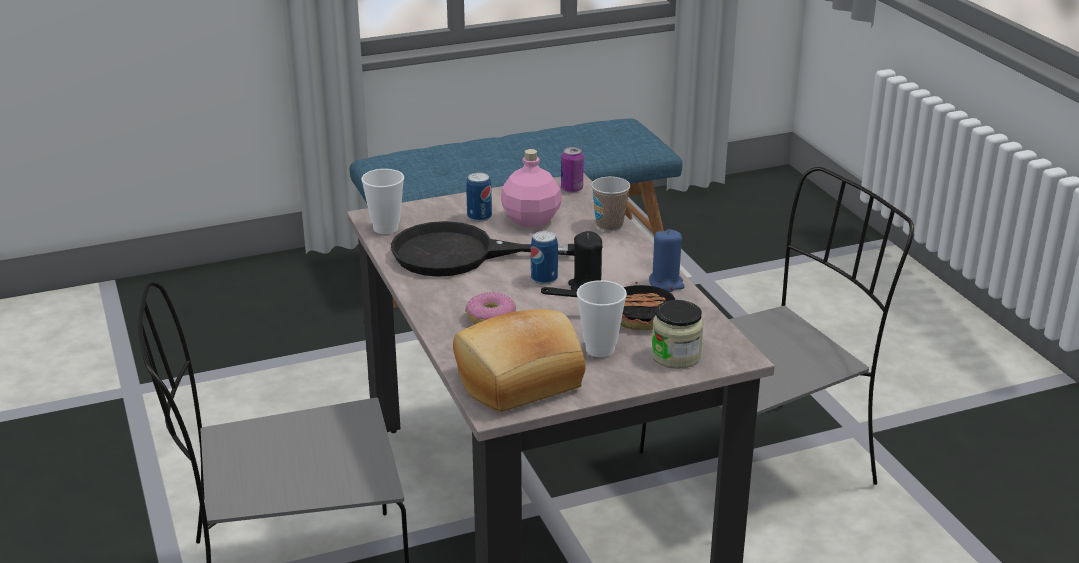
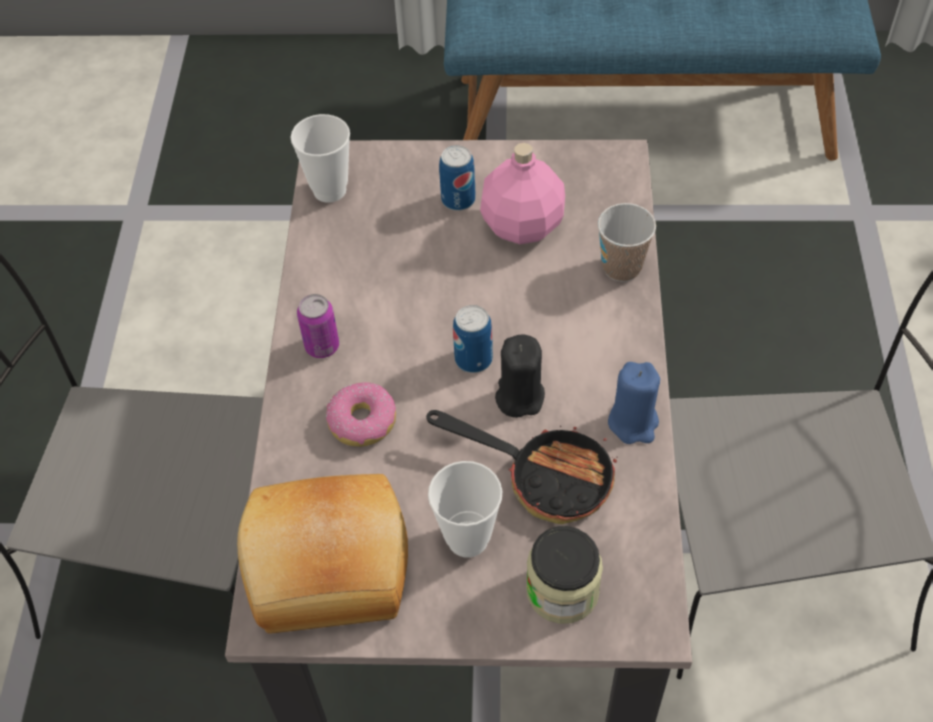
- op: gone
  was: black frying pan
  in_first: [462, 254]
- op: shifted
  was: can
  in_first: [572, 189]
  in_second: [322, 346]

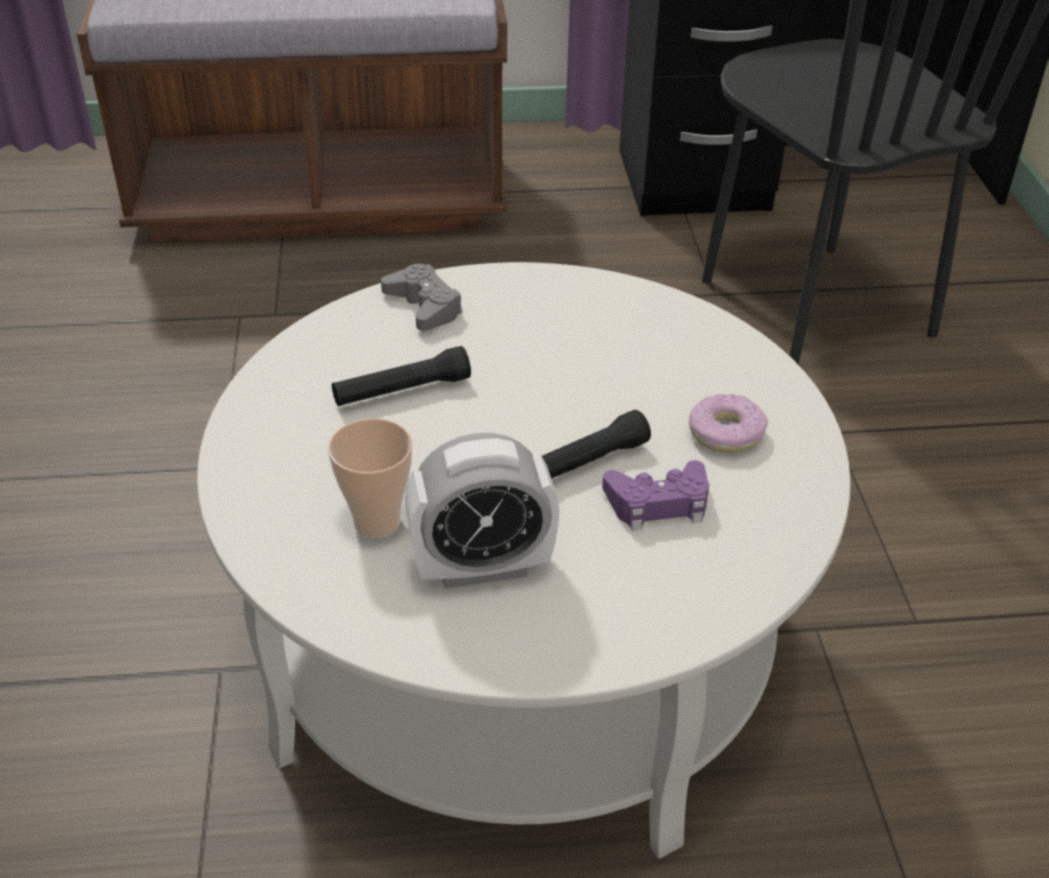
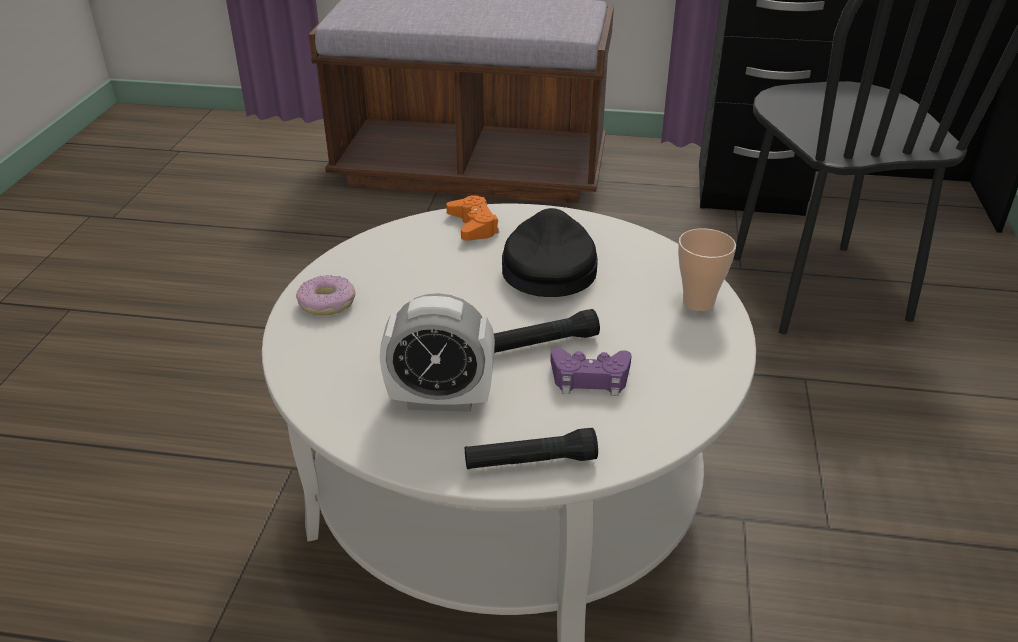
- op: new
  now: black cap
  in_second: [548, 267]
- op: shifted
  was: cup
  in_first: [377, 522]
  in_second: [698, 302]
- op: shifted
  was: black flashlight
  in_first: [402, 391]
  in_second: [530, 462]
- op: shifted
  was: donut
  in_first: [725, 433]
  in_second: [327, 303]
- op: repainted
  was: grey game controller
  now: orange game controller
  in_first: [424, 306]
  in_second: [473, 226]

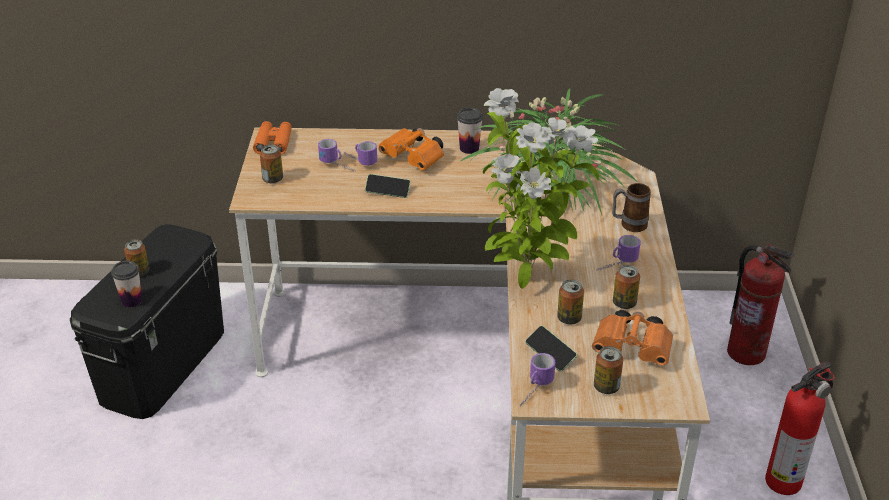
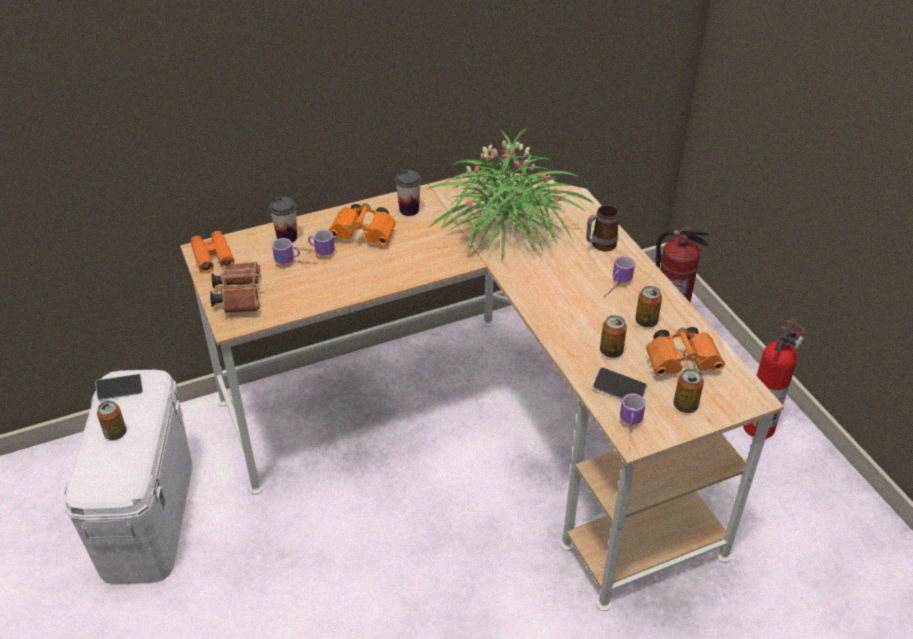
- op: gone
  was: potted plant
  in_first: [527, 280]
- op: shifted
  was: cup
  in_first: [131, 301]
  in_second: [287, 237]
- op: shifted
  was: phone
  in_first: [387, 191]
  in_second: [120, 391]
- op: swapped
  was: can
  now: brown binoculars
  in_first: [273, 179]
  in_second: [239, 296]
- op: repainted
  was: black storage box
  now: white storage box
  in_first: [163, 363]
  in_second: [148, 515]

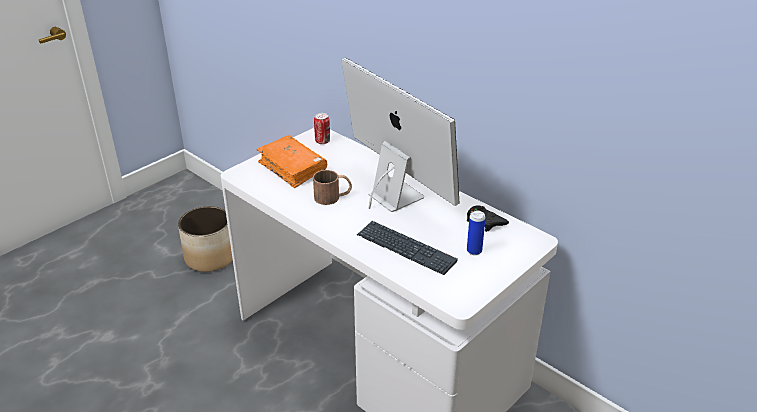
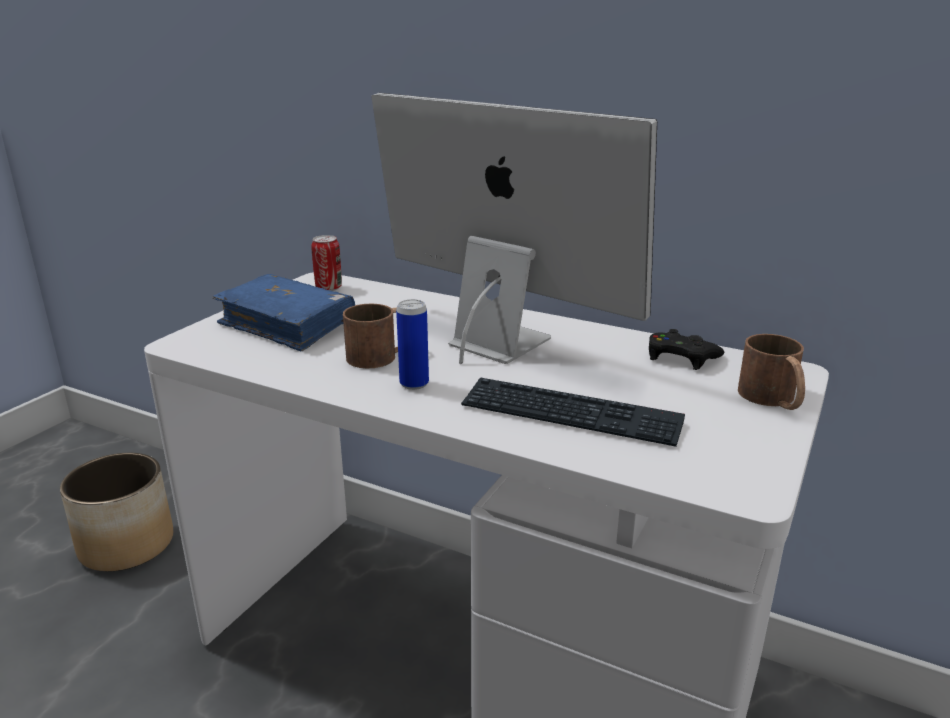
- op: new
  now: brown mug
  in_second: [773, 400]
- op: shifted
  was: can
  in_first: [474, 251]
  in_second: [414, 384]
- op: repainted
  was: orange book
  now: blue book
  in_first: [292, 168]
  in_second: [287, 325]

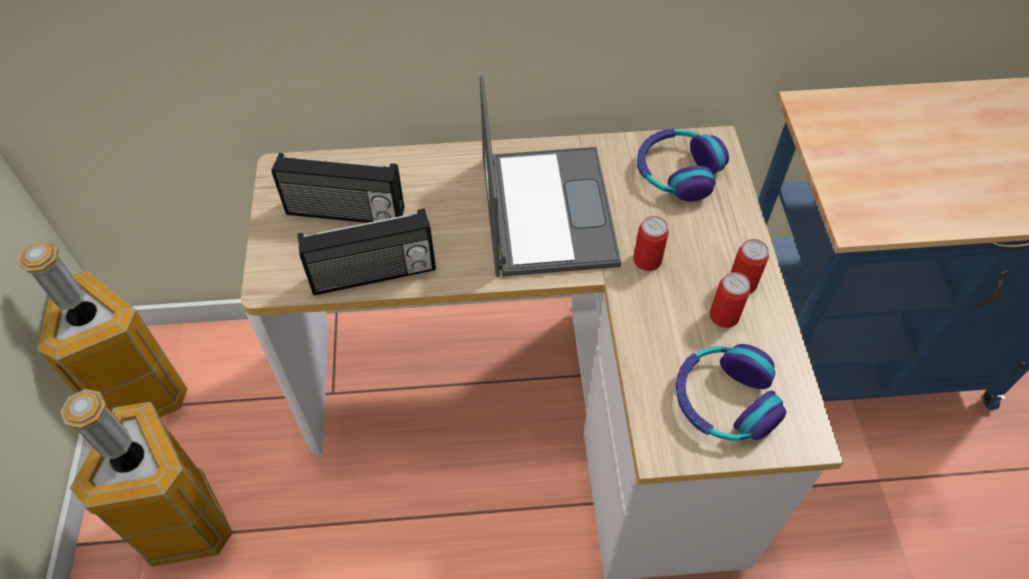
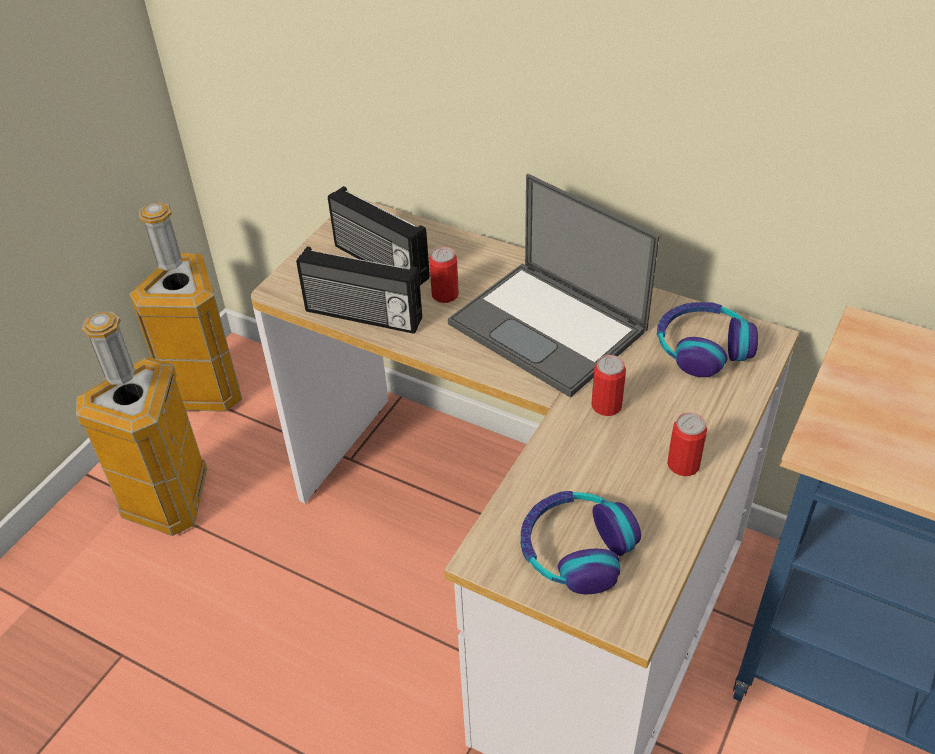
- op: shifted
  was: can
  in_first: [724, 316]
  in_second: [445, 295]
- op: rotated
  was: laptop
  in_first: [547, 209]
  in_second: [550, 327]
  clockwise: 105

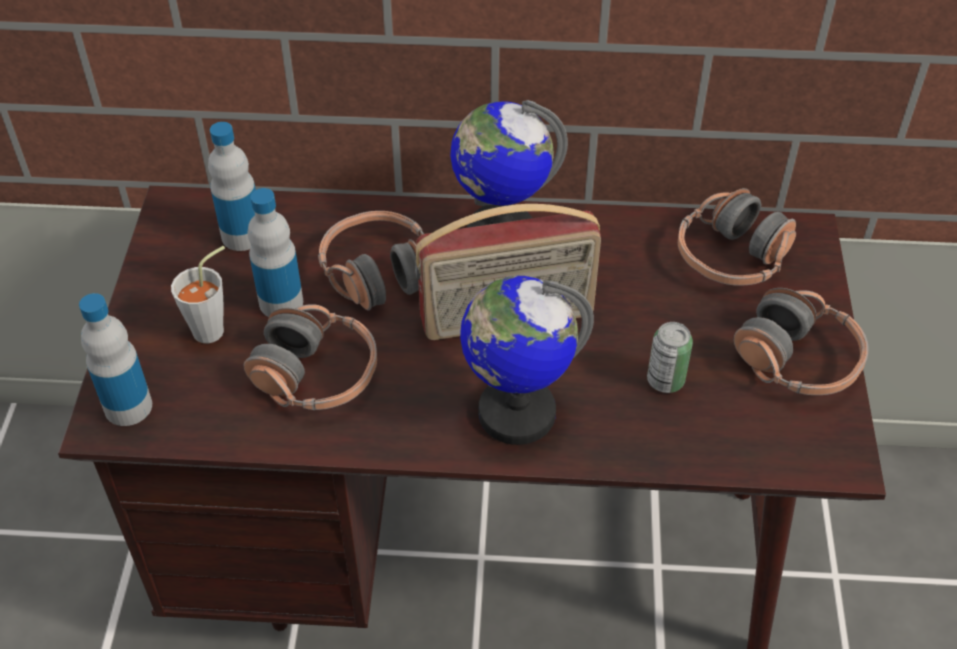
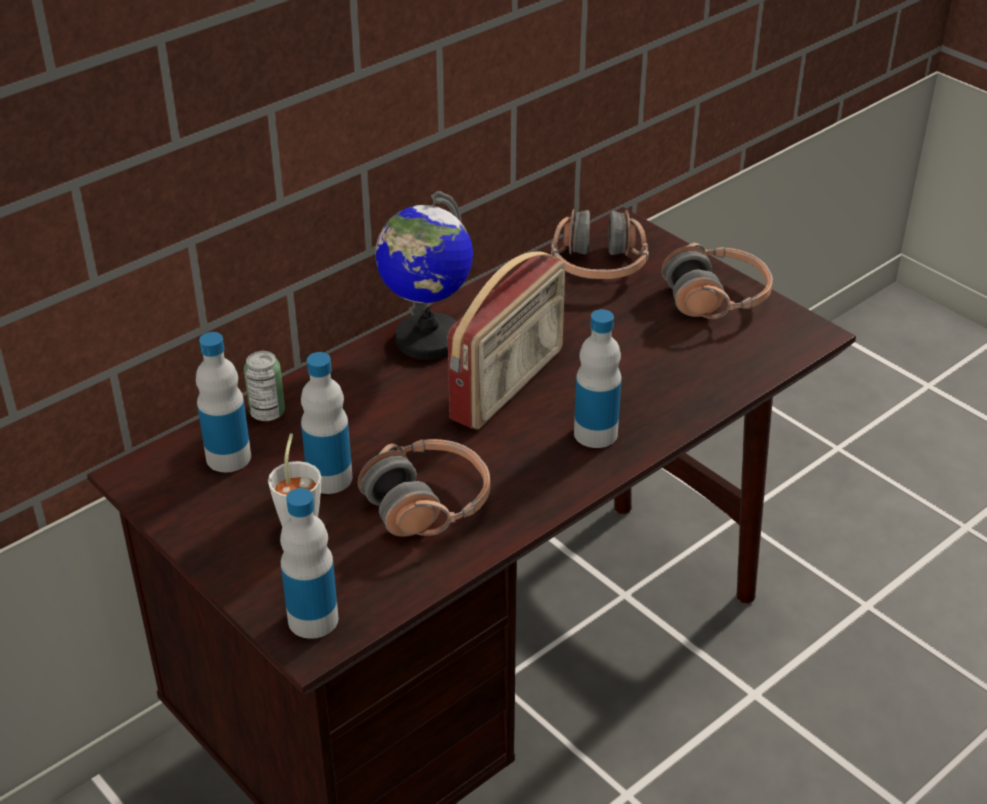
- op: gone
  was: headphones
  in_first: [378, 272]
- op: shifted
  was: can
  in_first: [665, 380]
  in_second: [267, 412]
- op: swapped
  was: globe
  now: bottle
  in_first: [515, 412]
  in_second: [595, 433]

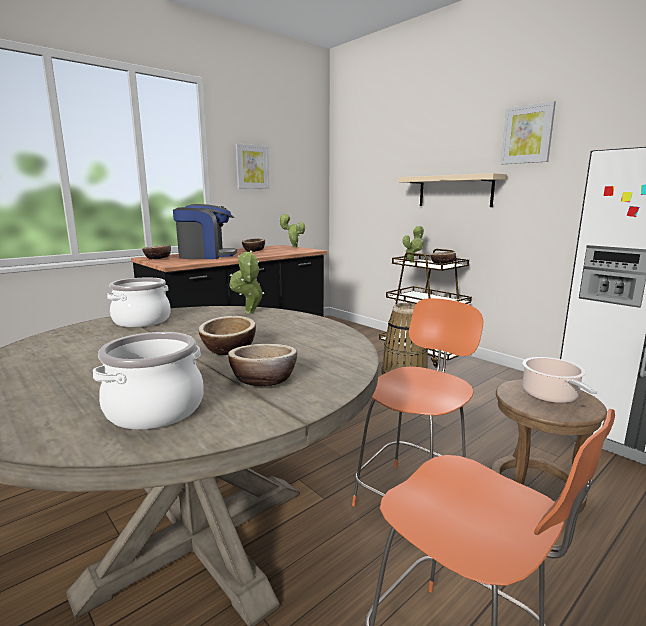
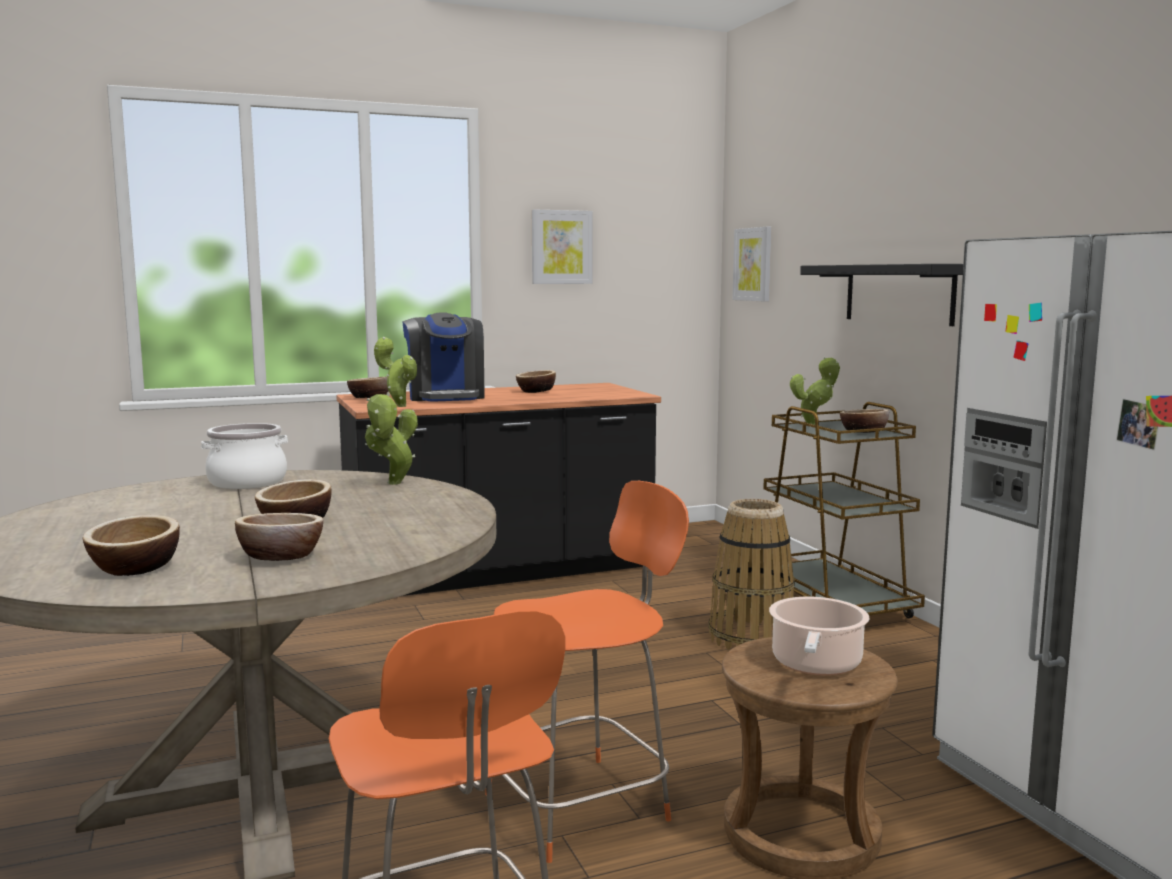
- op: shifted
  was: potted plant
  in_first: [293, 247]
  in_second: [398, 406]
- op: shifted
  was: picture
  in_first: [527, 134]
  in_second: [753, 264]
- op: swapped
  was: cooking pot
  now: bowl
  in_first: [155, 409]
  in_second: [135, 567]
- op: repainted
  was: beige shelf
  now: black shelf
  in_first: [455, 191]
  in_second: [898, 293]
- op: rotated
  was: coffee machine
  in_first: [206, 256]
  in_second: [446, 397]
  clockwise: 60

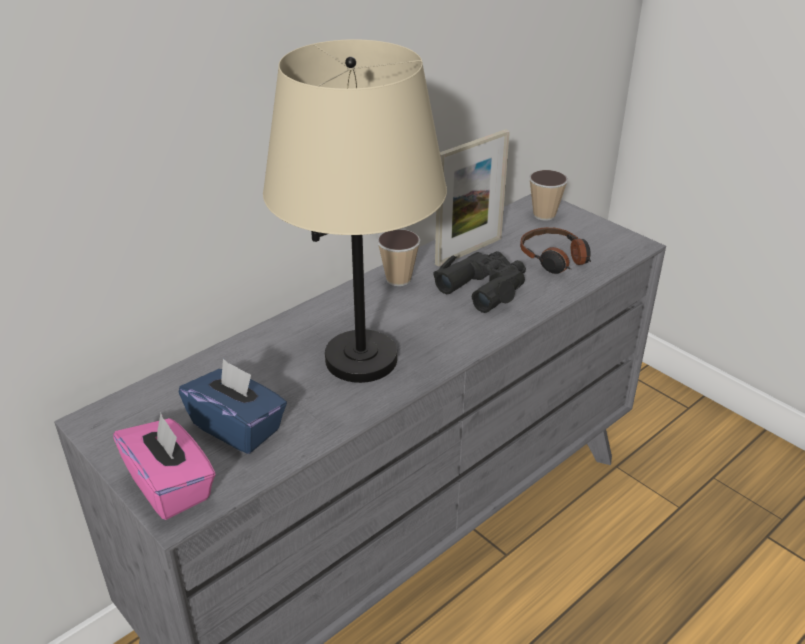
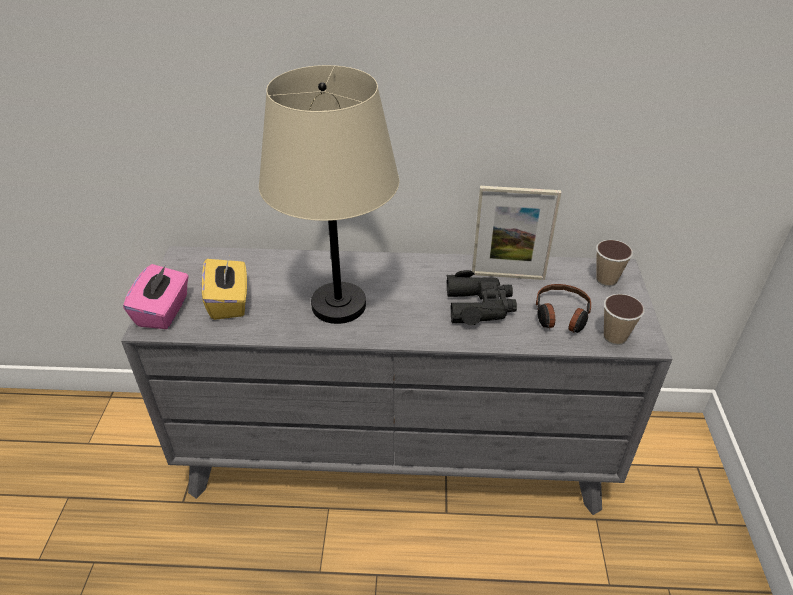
- op: shifted
  was: cup
  in_first: [398, 279]
  in_second: [614, 337]
- op: repainted
  was: blue tissue box
  now: yellow tissue box
  in_first: [238, 427]
  in_second: [229, 302]

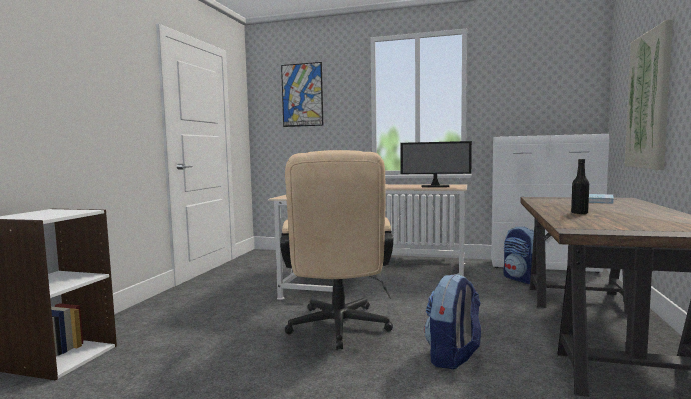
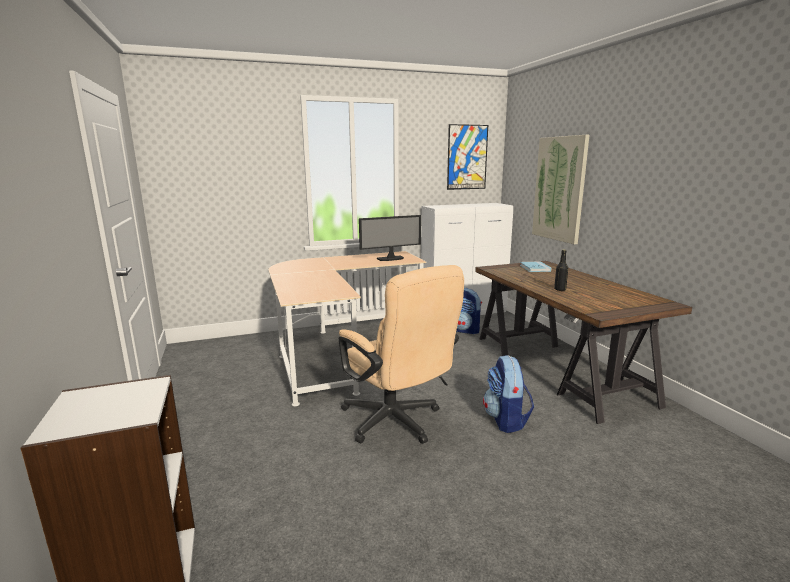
- op: shifted
  was: picture
  in_first: [302, 95]
  in_second: [467, 157]

